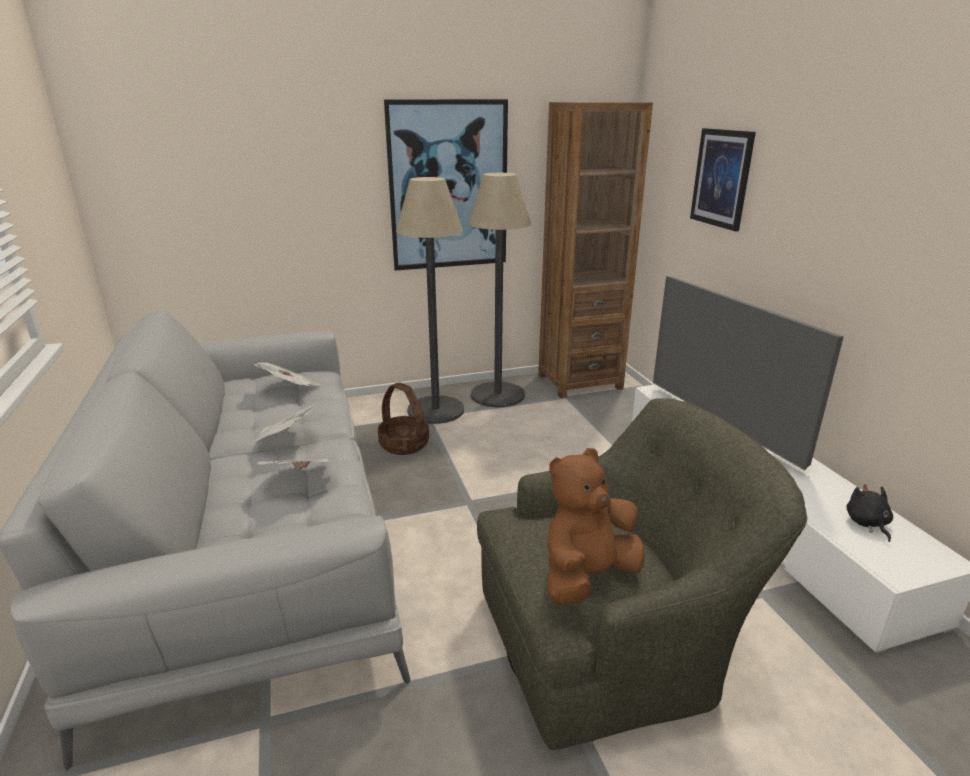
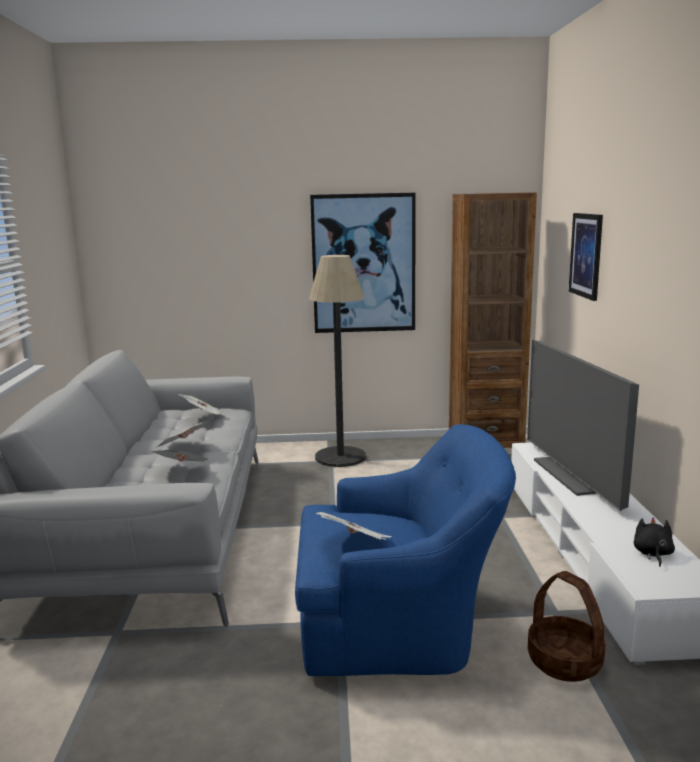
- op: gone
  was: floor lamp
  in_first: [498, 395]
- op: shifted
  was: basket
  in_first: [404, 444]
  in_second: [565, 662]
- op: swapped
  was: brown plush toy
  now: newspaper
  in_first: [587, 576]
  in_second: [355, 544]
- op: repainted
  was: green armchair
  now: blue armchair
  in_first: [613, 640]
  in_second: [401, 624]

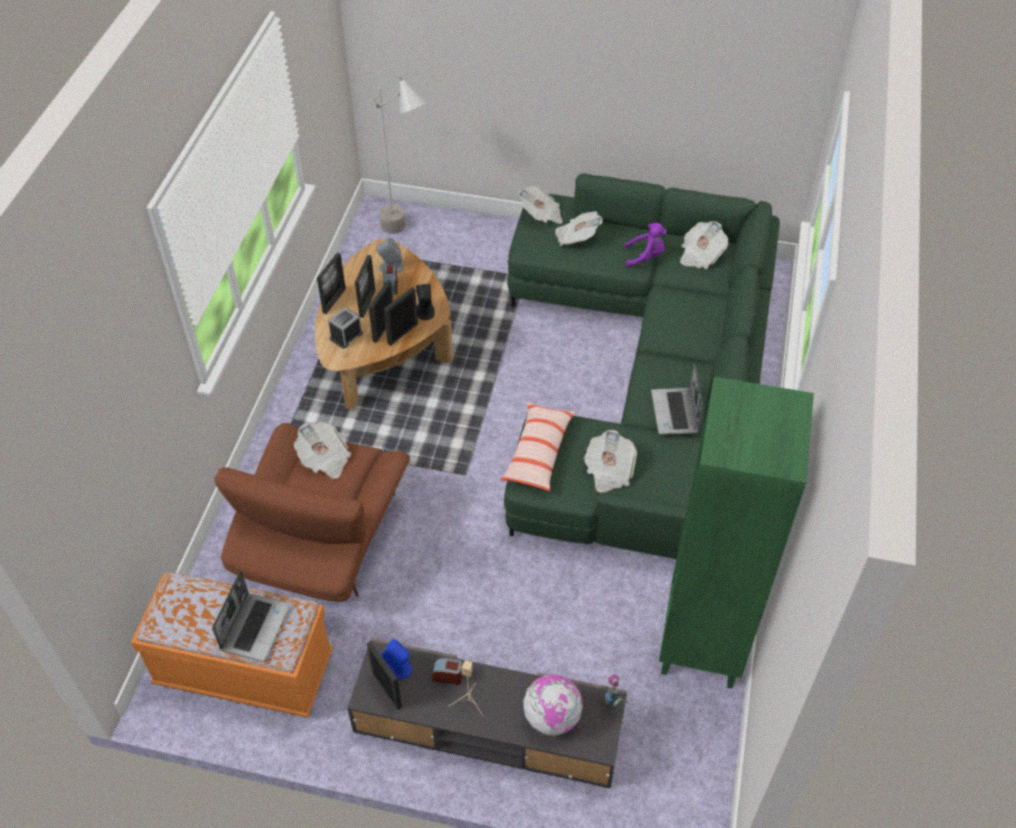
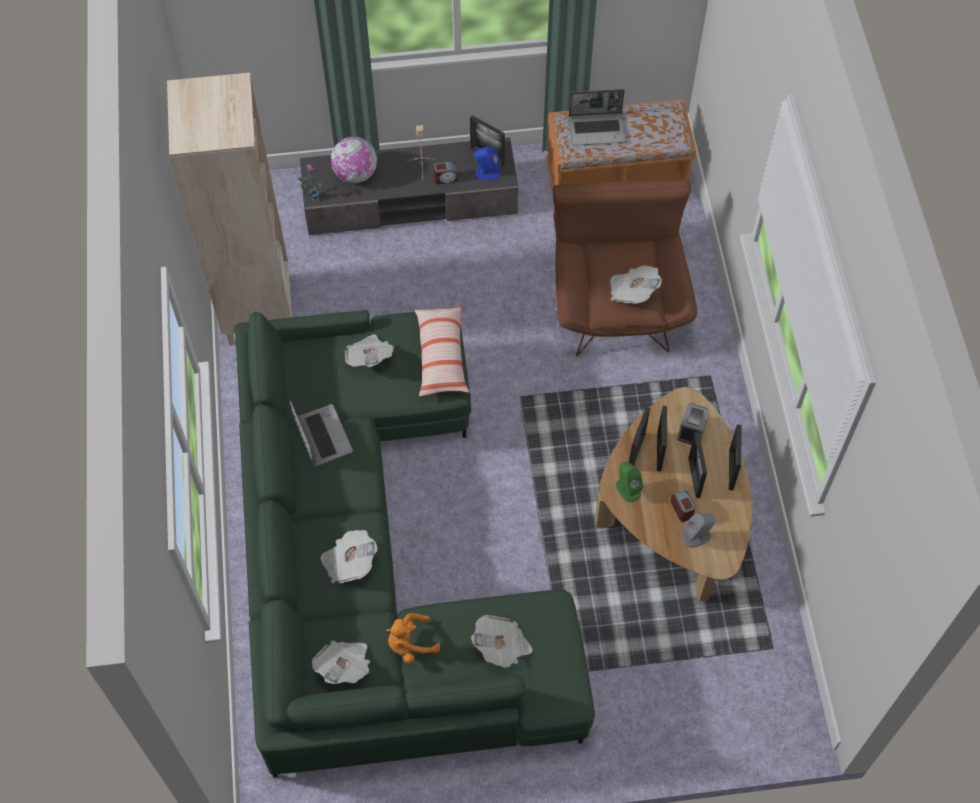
- op: gone
  was: grey floor lamp
  in_first: [407, 235]
- op: shifted
  was: newspaper
  in_first: [541, 215]
  in_second: [349, 562]
- op: repainted
  was: black speaker
  now: green speaker
  in_first: [425, 311]
  in_second: [627, 488]
- op: repainted
  was: purple plush toy
  now: orange plush toy
  in_first: [645, 257]
  in_second: [410, 644]
- op: repainted
  was: green bookcase
  now: beige bookcase
  in_first: [702, 644]
  in_second: [257, 310]
- op: rotated
  was: laptop
  in_first: [255, 626]
  in_second: [597, 129]
  clockwise: -90

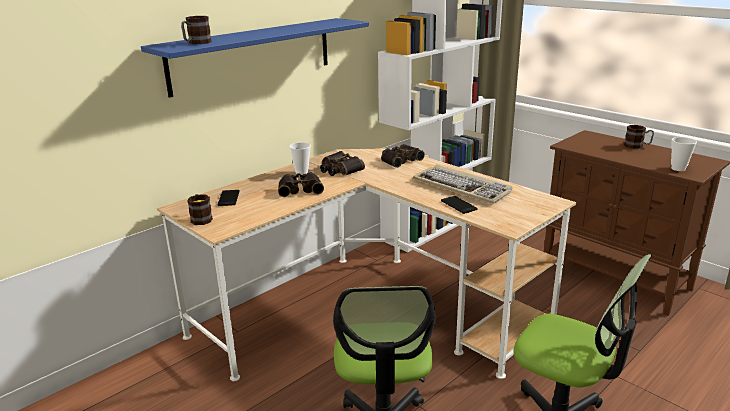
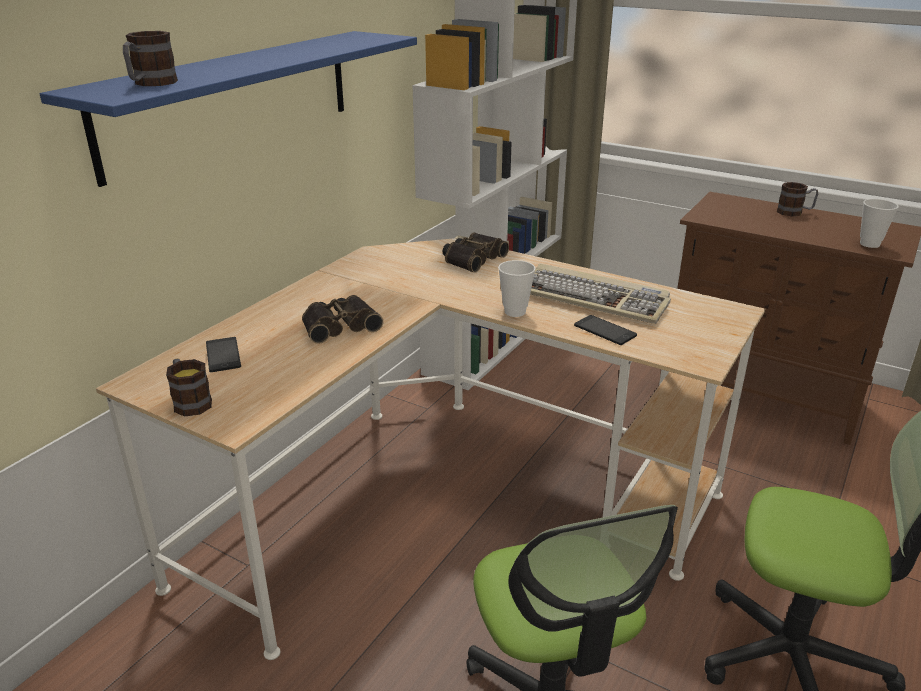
- op: gone
  was: binoculars
  in_first: [339, 169]
- op: shifted
  was: cup
  in_first: [301, 172]
  in_second: [515, 312]

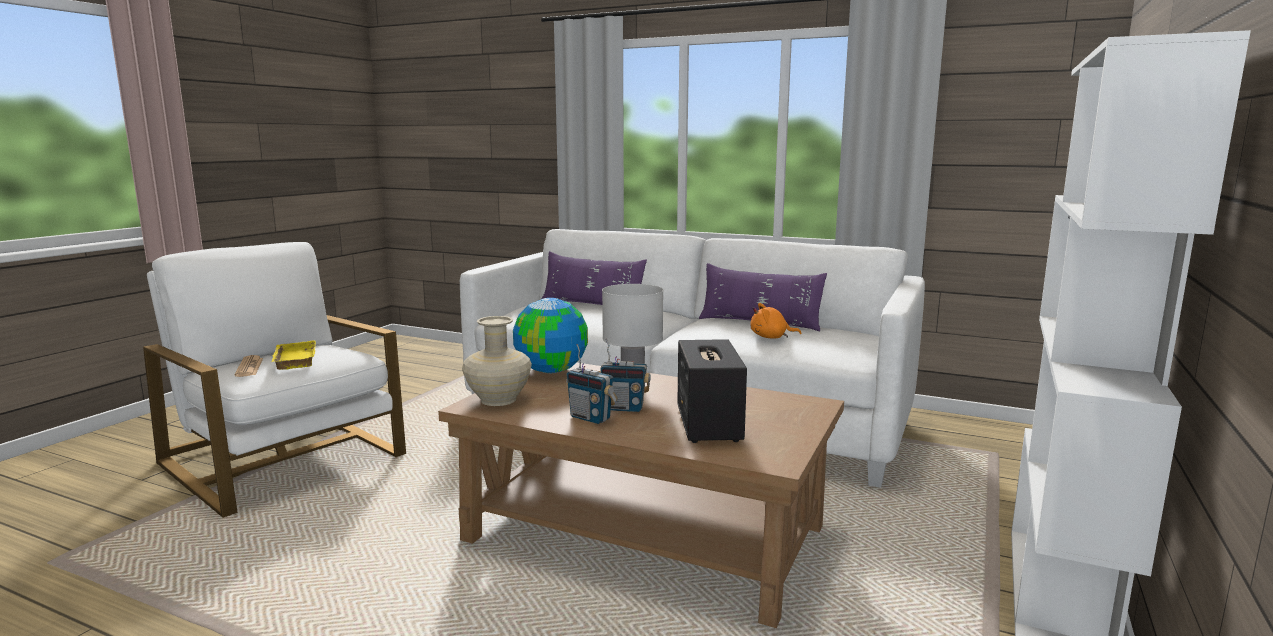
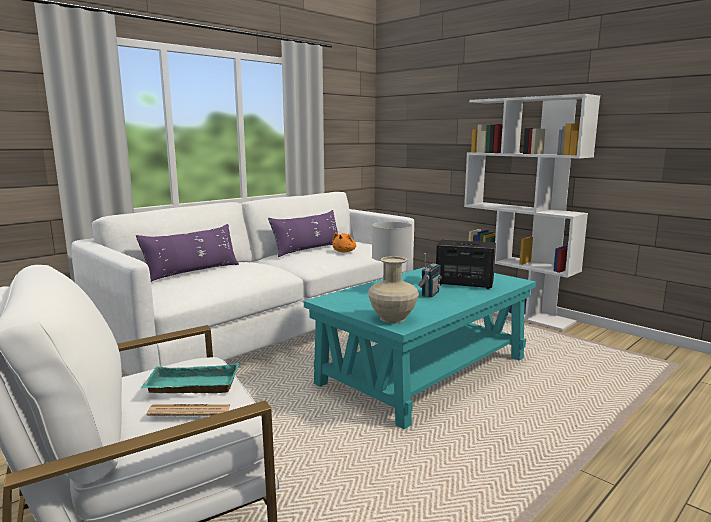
- op: gone
  was: globe
  in_first: [551, 370]
- op: gone
  was: radio
  in_first: [590, 418]
- op: repainted
  was: yellow tray
  now: turquoise tray
  in_first: [293, 360]
  in_second: [191, 387]
- op: repainted
  was: brown coffee table
  now: turquoise coffee table
  in_first: [646, 533]
  in_second: [424, 370]

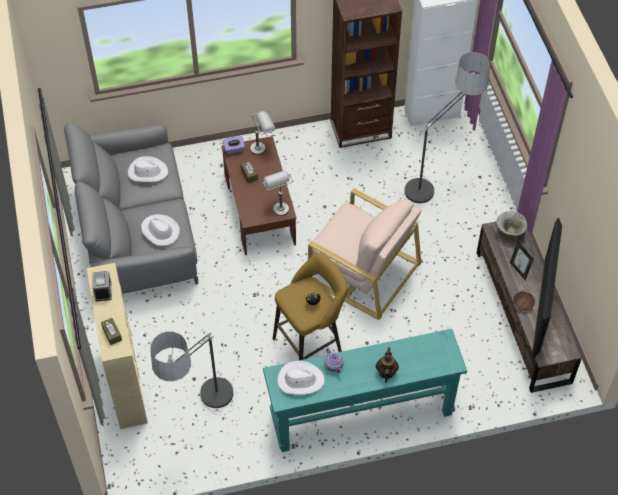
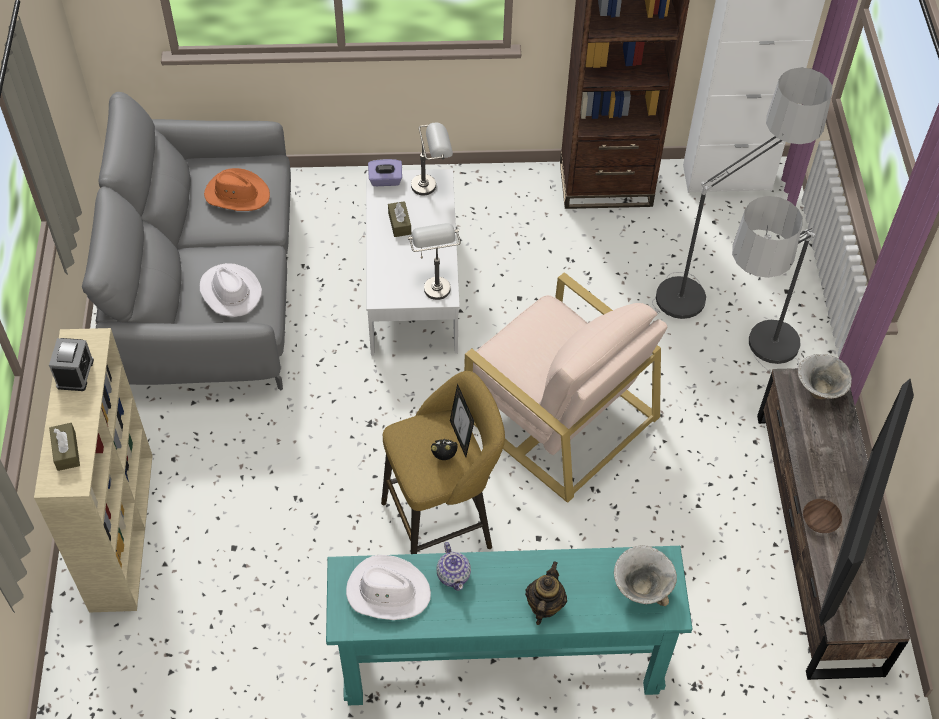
- op: new
  now: bowl
  in_second: [642, 588]
- op: shifted
  was: floor lamp
  in_first: [202, 415]
  in_second: [750, 370]
- op: shifted
  was: picture frame
  in_first: [519, 270]
  in_second: [461, 438]
- op: repainted
  was: white hat
  now: orange hat
  in_first: [147, 172]
  in_second: [237, 194]
- op: repainted
  was: brown coffee table
  now: white coffee table
  in_first: [259, 209]
  in_second: [412, 285]

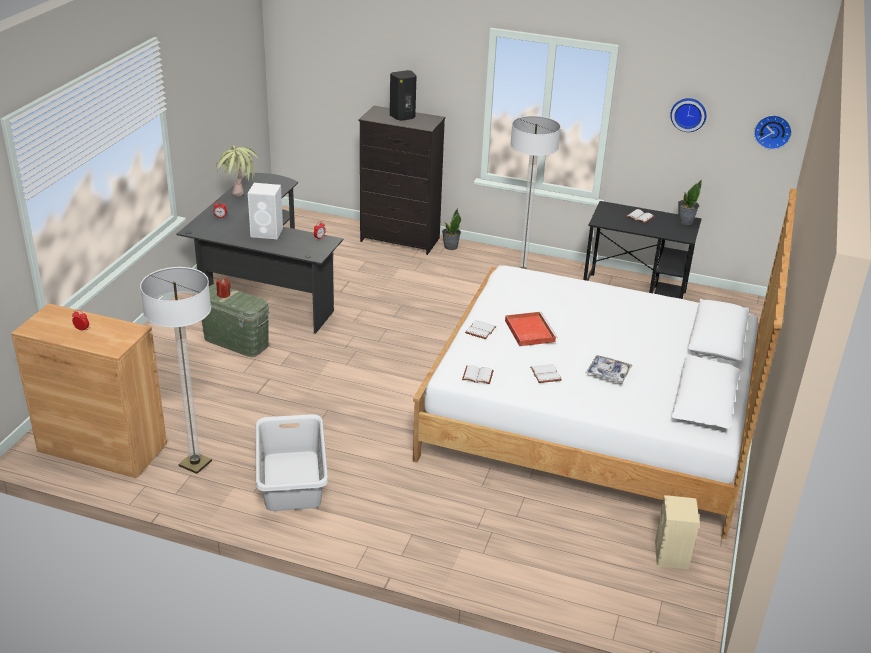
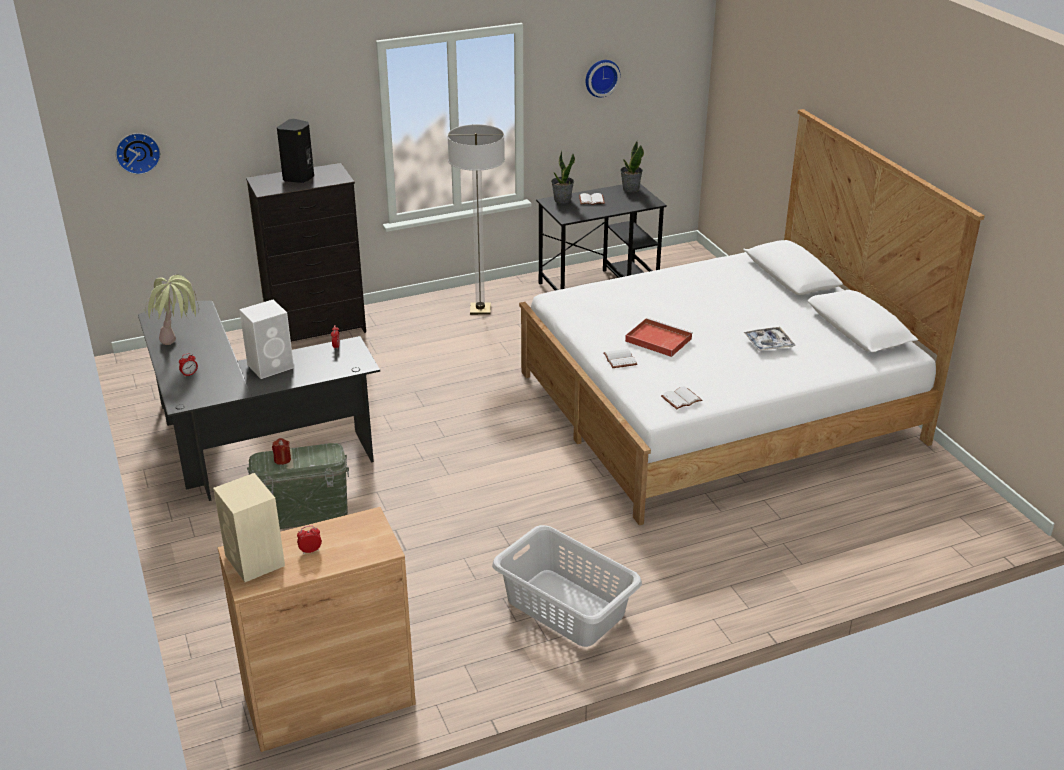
- op: gone
  was: floor lamp
  in_first: [195, 464]
- op: gone
  was: white book
  in_first: [546, 374]
- op: shifted
  was: potted plant
  in_first: [450, 247]
  in_second: [562, 200]
- op: shifted
  was: beige speaker
  in_first: [671, 556]
  in_second: [255, 561]
- op: shifted
  was: wall clock
  in_first: [772, 131]
  in_second: [137, 152]

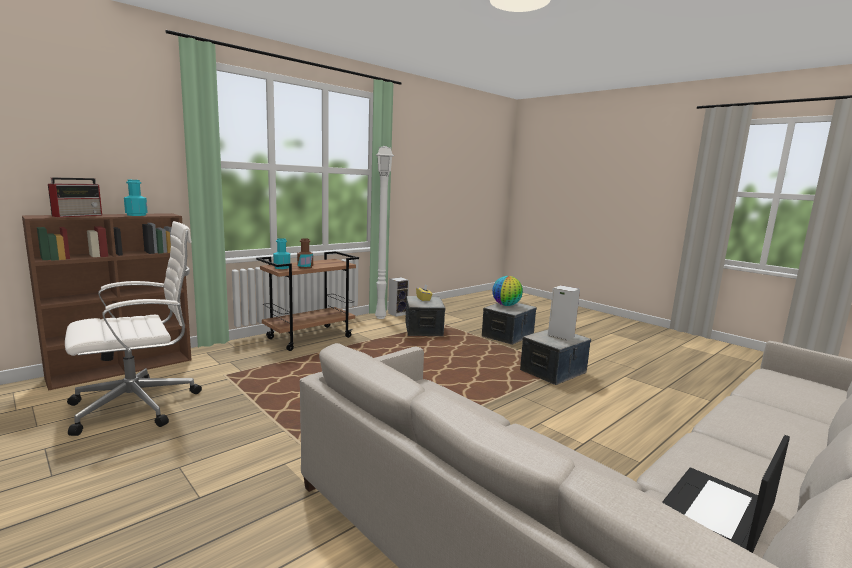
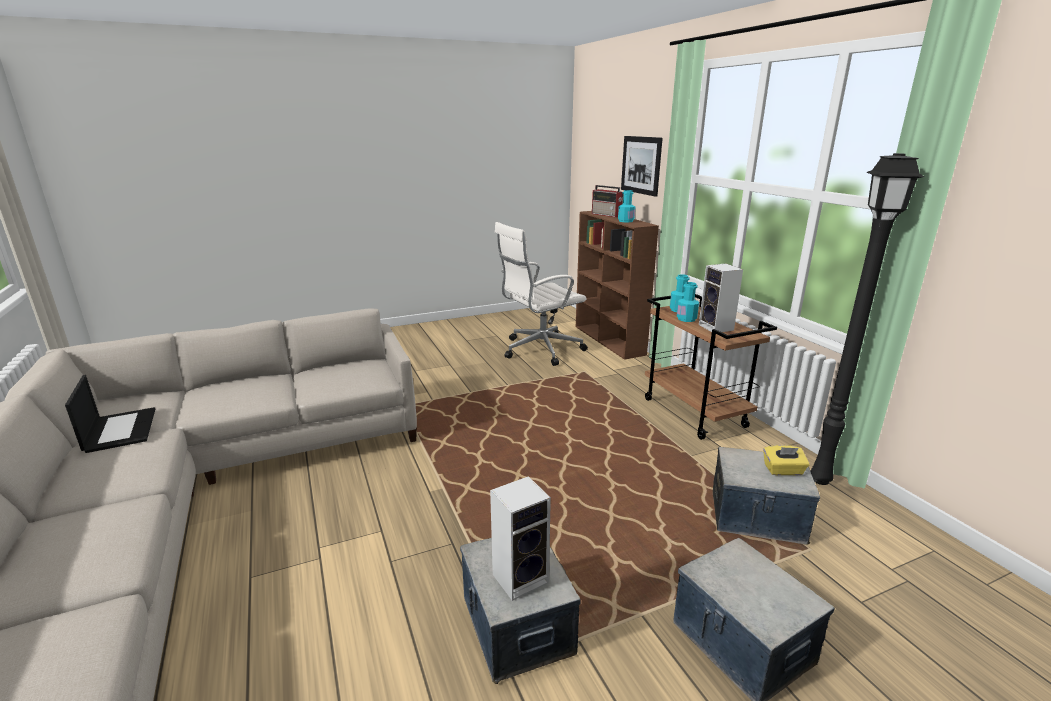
- op: gone
  was: globe
  in_first: [506, 305]
- op: new
  now: picture
  in_second: [641, 165]
- op: shifted
  was: speaker
  in_first: [398, 313]
  in_second: [717, 328]
- op: repainted
  was: brown bottle
  now: turquoise bottle
  in_first: [305, 267]
  in_second: [686, 319]
- op: repainted
  was: white floor lamp
  now: black floor lamp
  in_first: [379, 317]
  in_second: [821, 479]
- op: rotated
  was: white office chair
  in_first: [139, 405]
  in_second: [539, 350]
  clockwise: 75

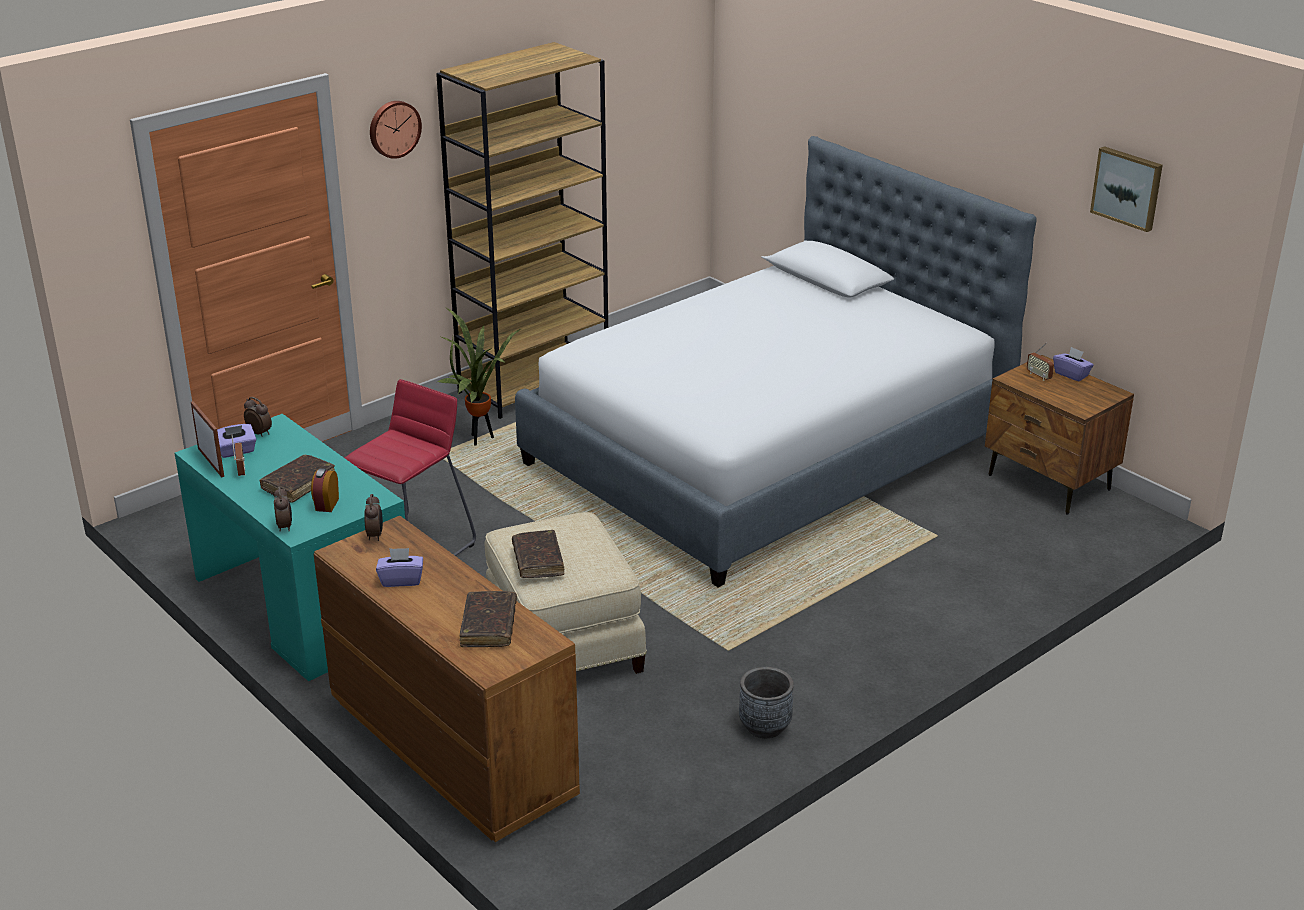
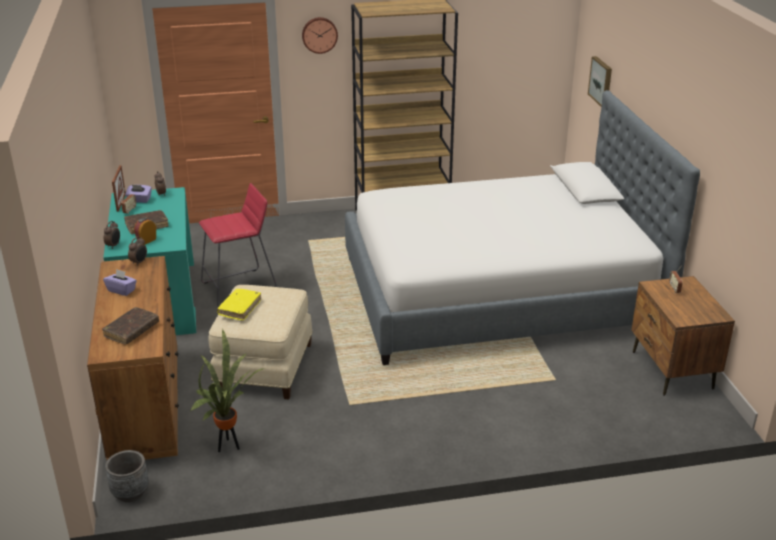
- op: gone
  was: purple tissue box
  in_first: [1071, 374]
- op: shifted
  was: potted plant
  in_first: [480, 439]
  in_second: [229, 446]
- op: shifted
  was: grey planter
  in_first: [764, 726]
  in_second: [130, 493]
- op: shifted
  was: picture
  in_first: [1128, 188]
  in_second: [601, 81]
- op: repainted
  was: brown book
  now: yellow book
  in_first: [538, 561]
  in_second: [240, 308]

